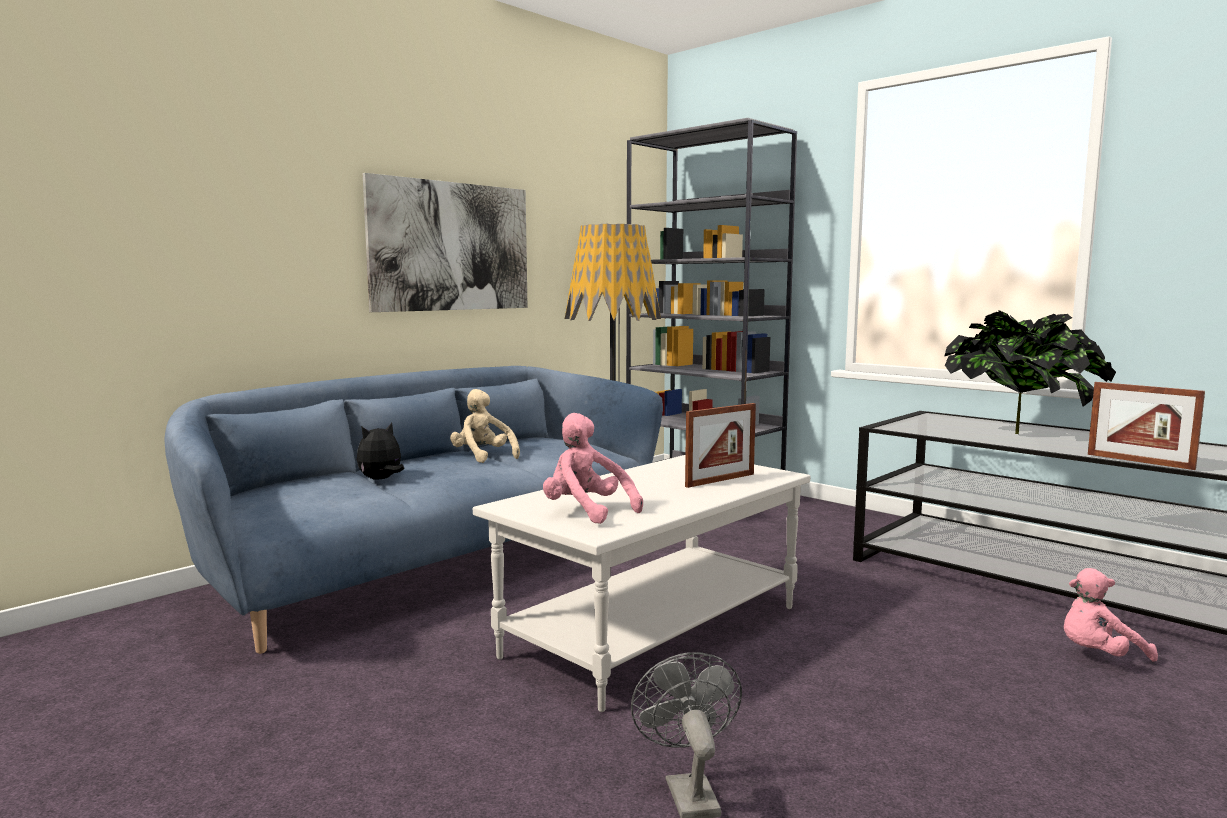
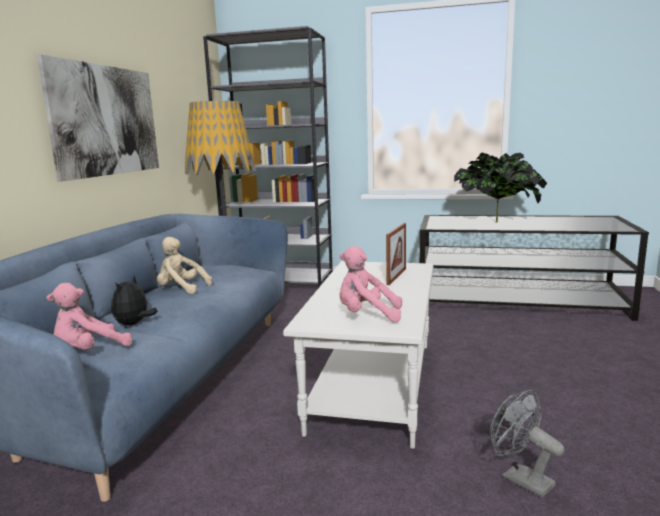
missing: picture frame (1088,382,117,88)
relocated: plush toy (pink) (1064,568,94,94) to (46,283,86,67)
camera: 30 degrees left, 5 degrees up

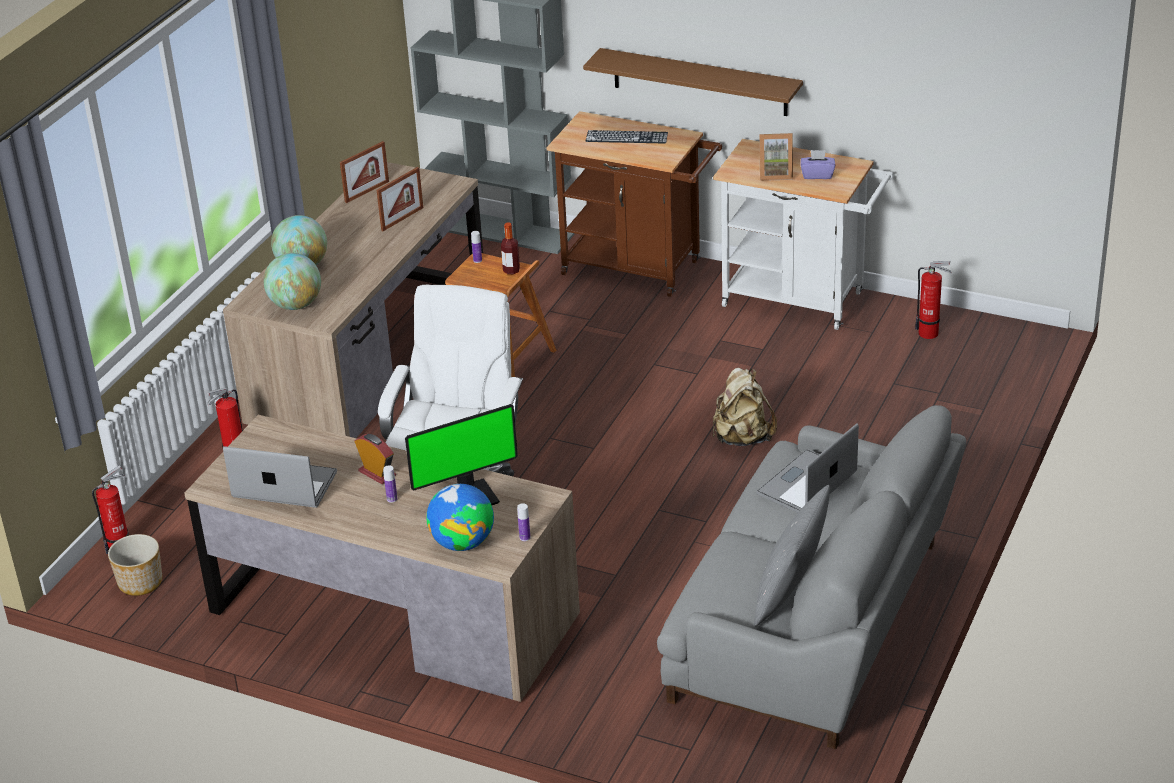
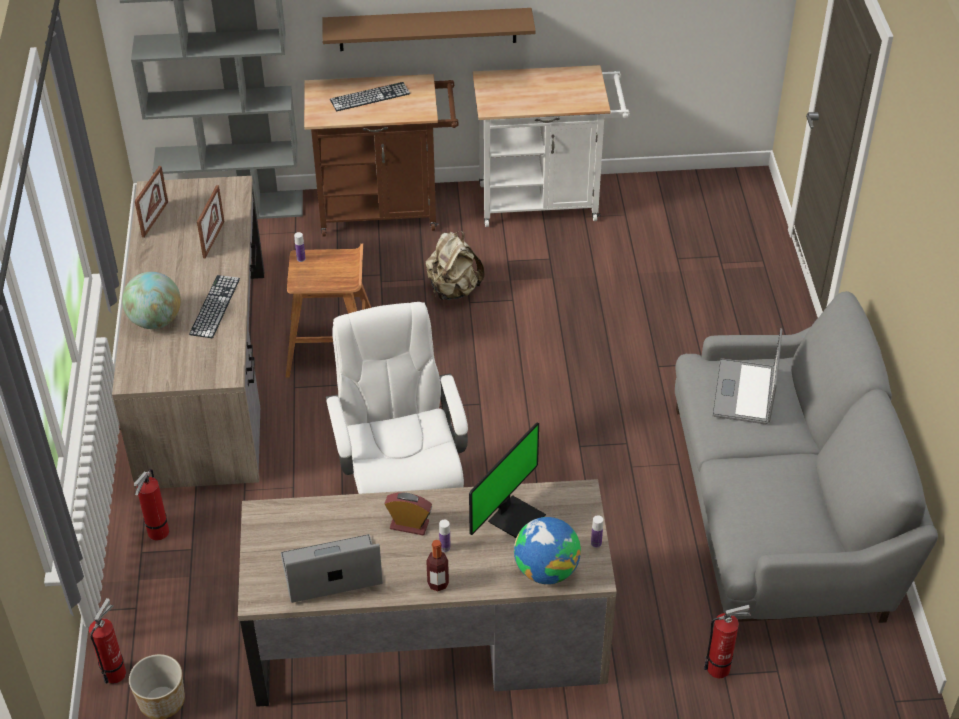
missing: globe (263,253,58,57); pillow (grey) (754,485,76,142); picture frame (759,133,34,48); tissue box (purple) (801,150,34,29)
appeared: keyboard (189,275,51,63)
relocated: bottle (501,223,19,51) to (426,540,23,51); backpack (beige) (713,368,64,78) to (425,231,60,70); fire extinguisher (915,261,37,78) to (704,605,47,73)
camera: 30 degrees left, 10 degrees up

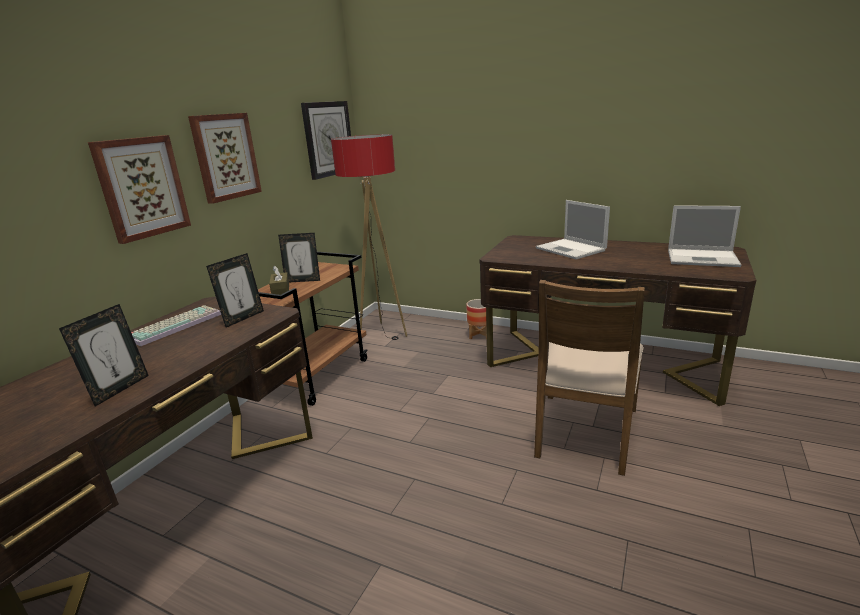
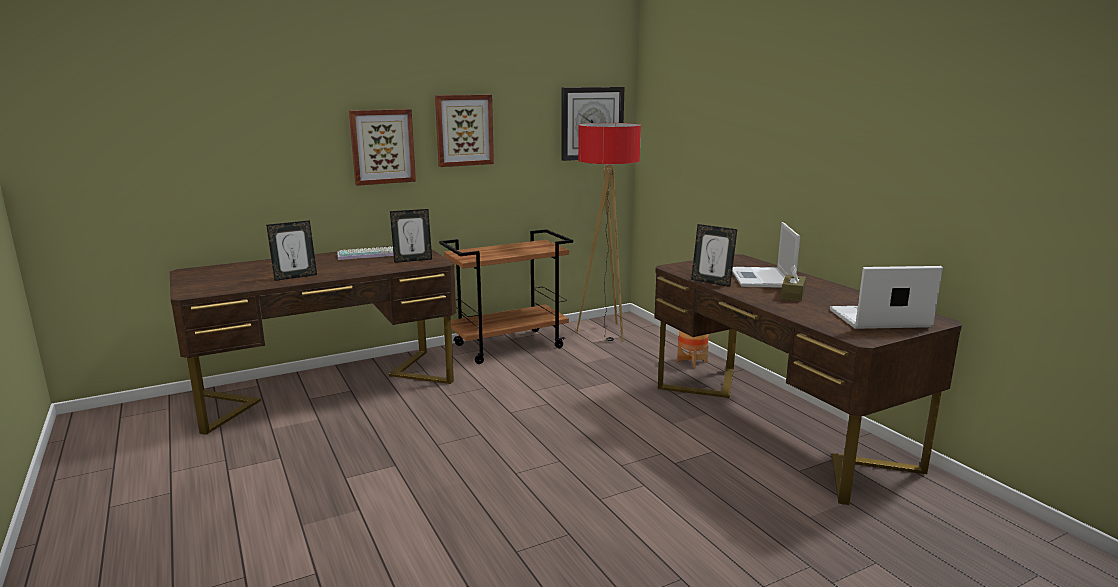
missing: chair (brown) (534,280,111,196)
relocated: tissue box (brown) (269,266,20,29) to (781,265,25,37); picture frame (278,233,42,49) to (691,224,46,63)
spun: laptop (668,205,73,62) = (830,266,113,63) 120 degrees clockwise
camera: 35 degrees right, 5 degrees down

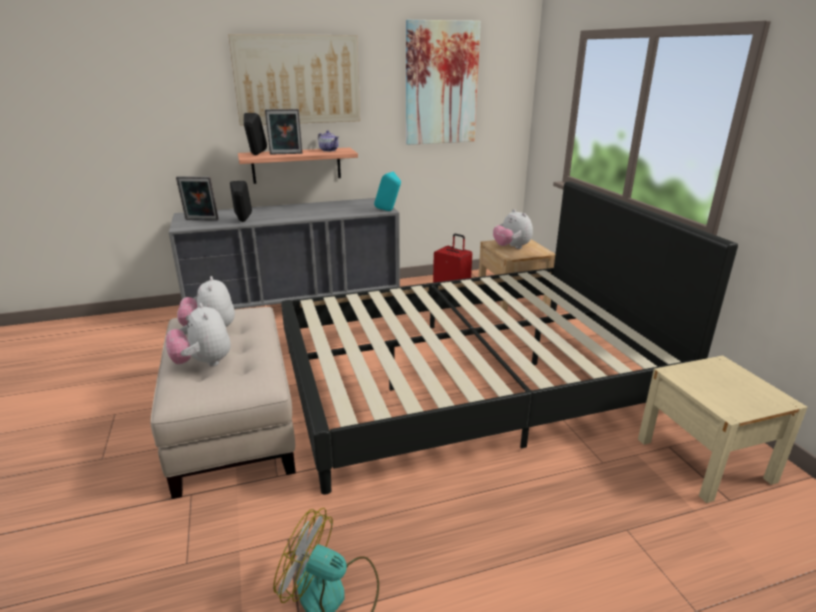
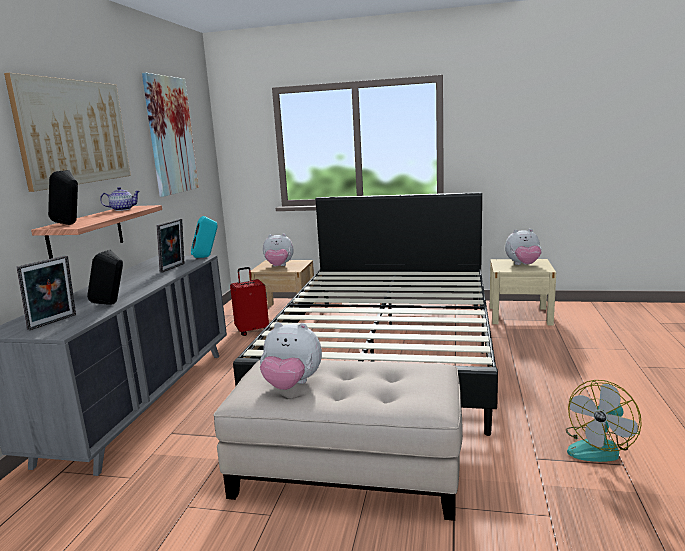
relocated: plush toy (166,303,65,63) to (505,229,37,36); picture frame (265,109,37,45) to (157,219,28,54)
camera: 60 degrees left, 10 degrees down

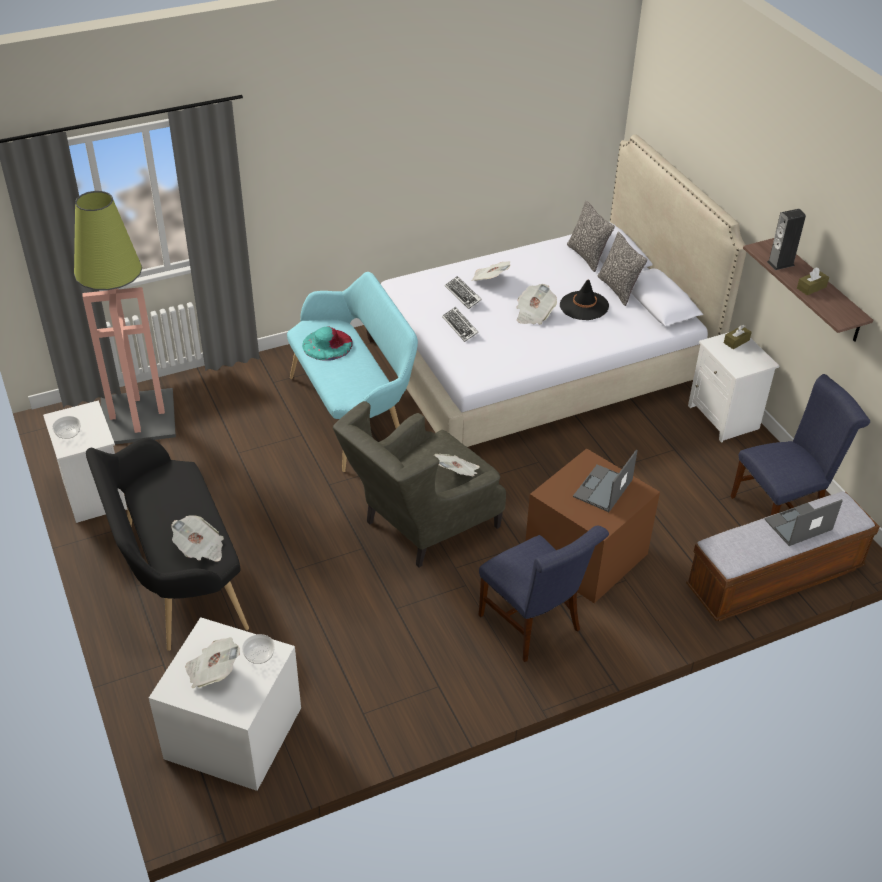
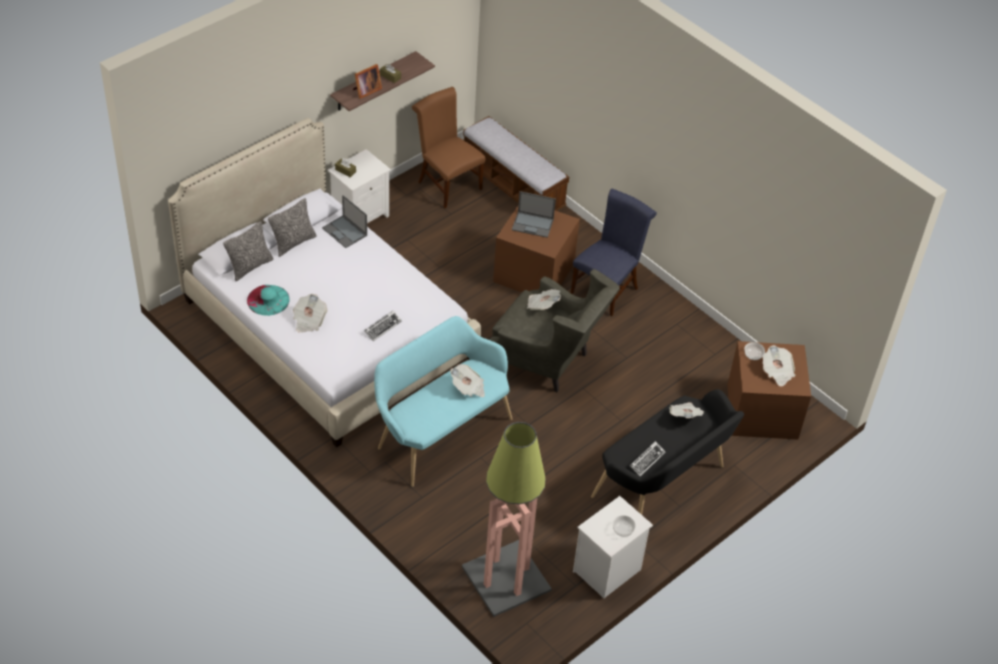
missing: hat (black) (560,280,49,40)
relocated: hat (turquoise) (302,327,51,34) to (247,285,43,31); keyboard (445,276,37,33) to (630,441,35,36); newspaper (516,284,41,41) to (450,364,35,33); laptop (764,499,79,47) to (322,195,45,53)
exchanged: speaker (767,209,39,61) to picture frame (353,64,29,35)
colour: storage box (white) (149,617,152,174) to storage box (brown) (727,341,84,98); chair (blue) (730,374,140,142) to chair (brown) (412,87,73,121)
camera: 110 degrees left, 5 degrees up

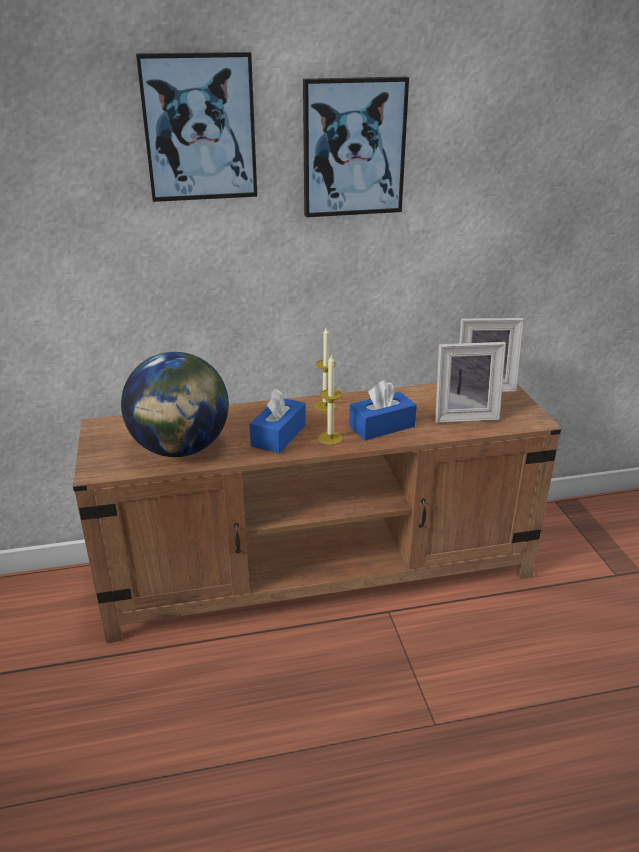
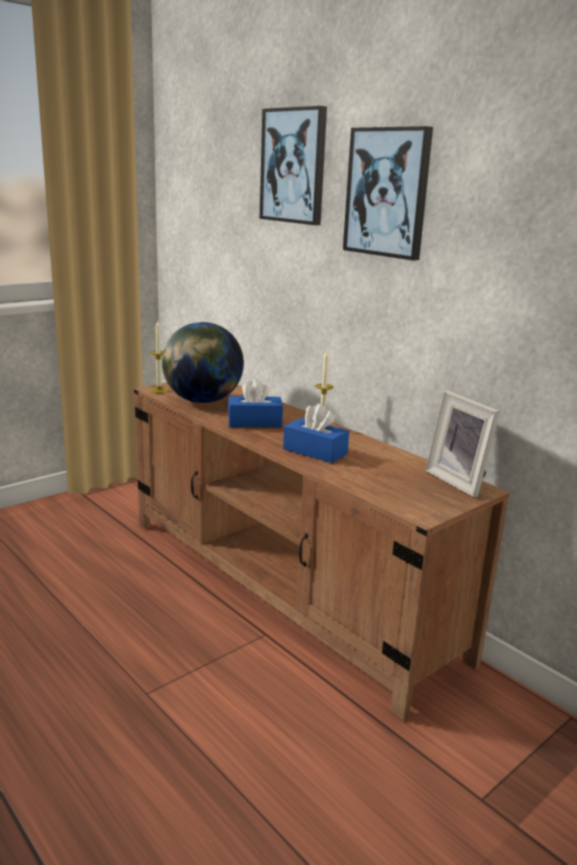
missing: picture frame (435,342,71,81)
relocated: candle (318,356,25,89) to (150,321,19,72)
camera: 60 degrees right, 10 degrees down

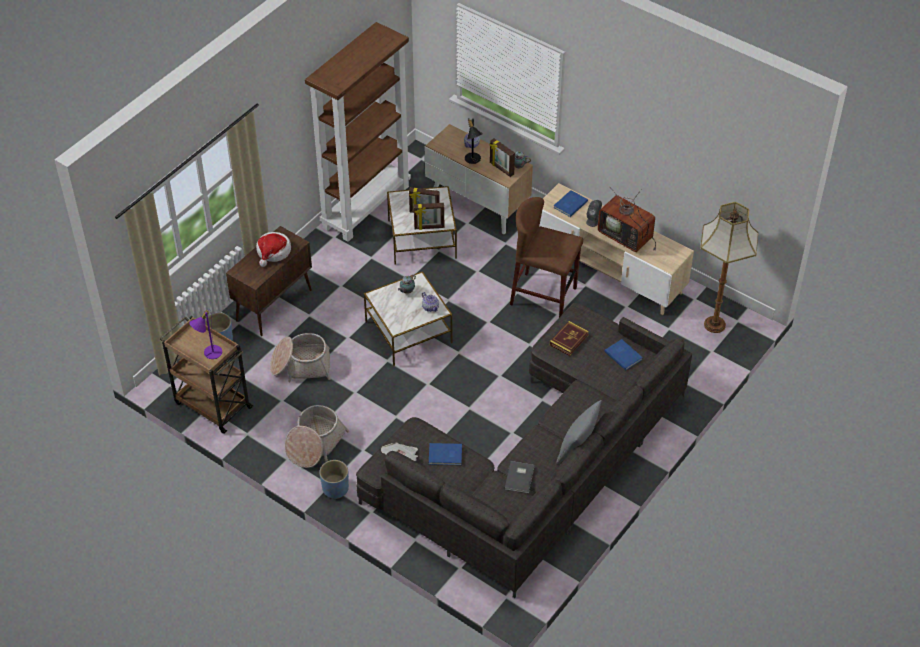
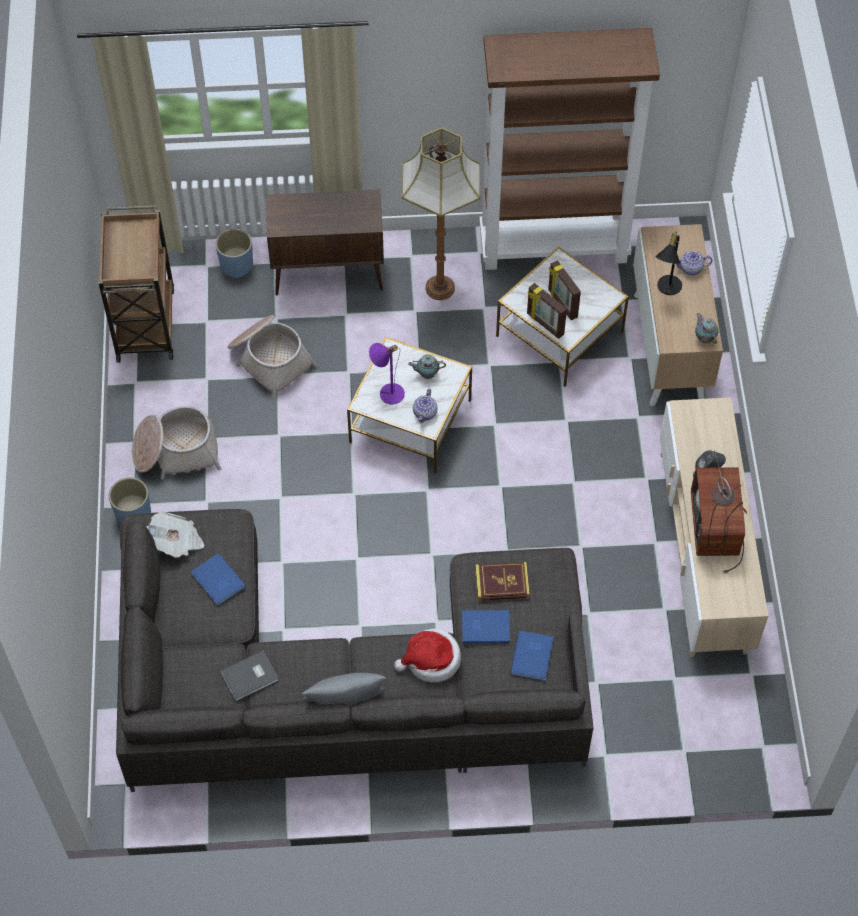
missing: picture frame (489,138,26,39); stool (brown) (510,197,73,120)
relocated: table lamp (purple) (189,310,33,49) to (369,343,36,62); hat (256,232,35,35) to (394,629,67,54); book (blue) (553,190,35,27) to (462,610,48,34); floor lamp (700,202,58,131) to (402,128,78,172)
camera: 50 degrees right, 10 degrees up

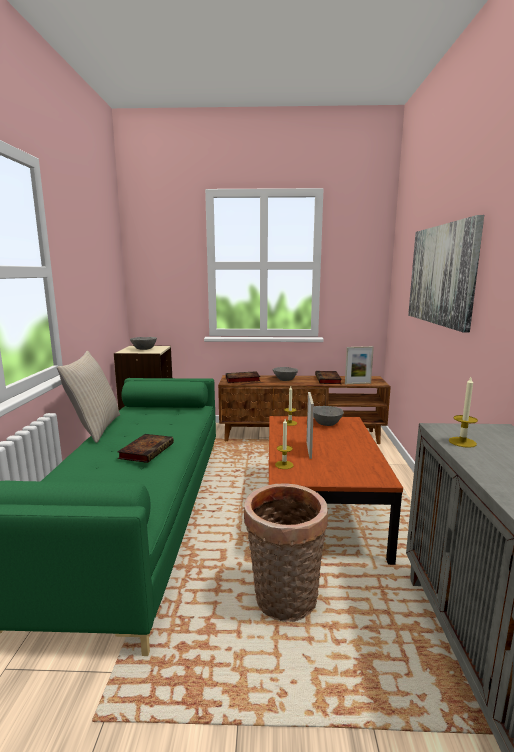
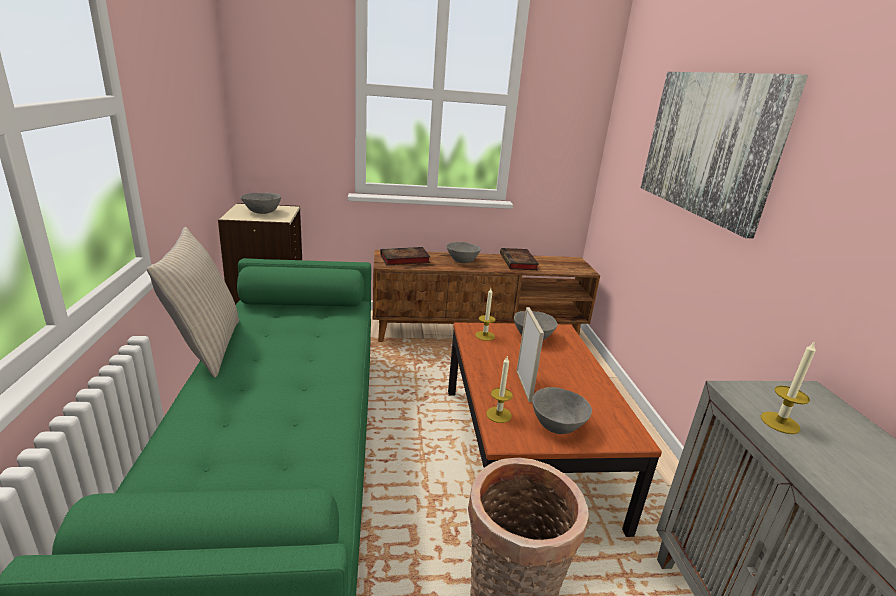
missing: book (117,434,57,29); picture frame (345,346,29,38)
appeared: bowl (grey) (532,387,60,47)
camera: 10 degrees left, 10 degrees up

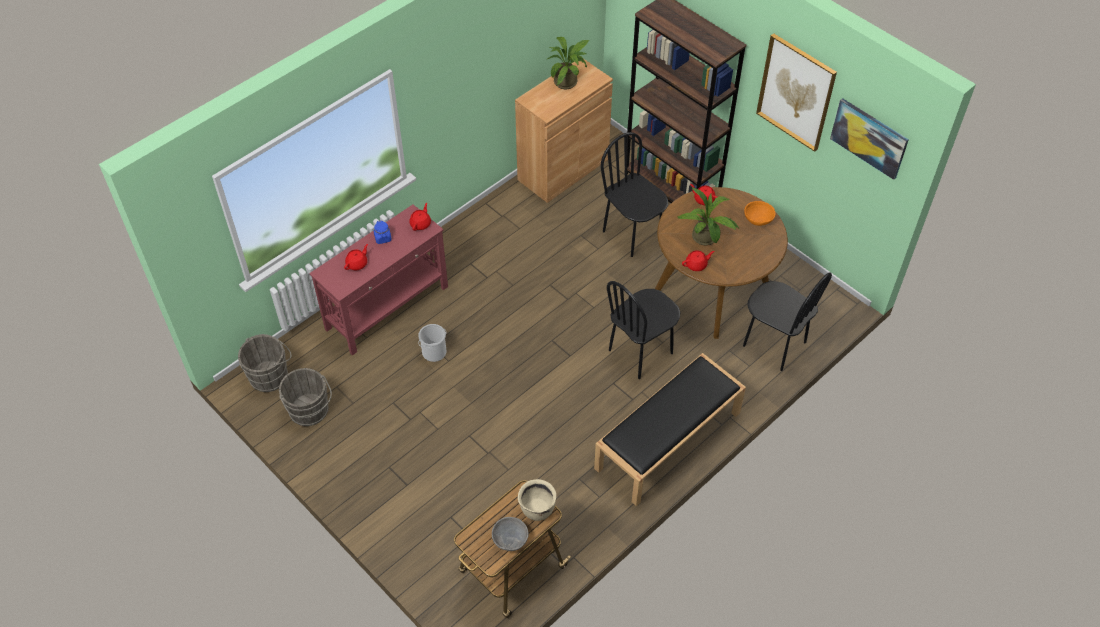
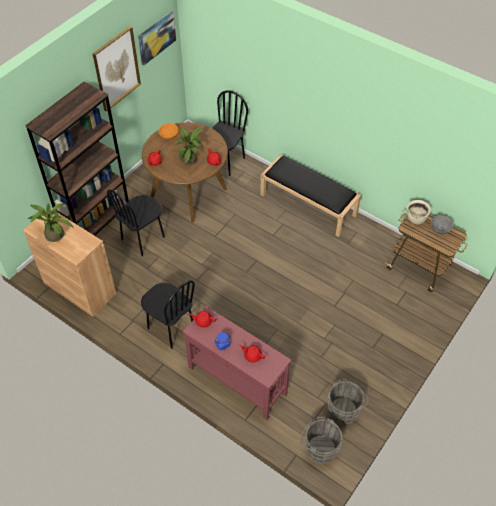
missing: bucket (418,324,29,38)
relocated: chair (black) (607,281,73,98) to (141,280,54,69)
camera: 100 degrees left, 0 degrees up

